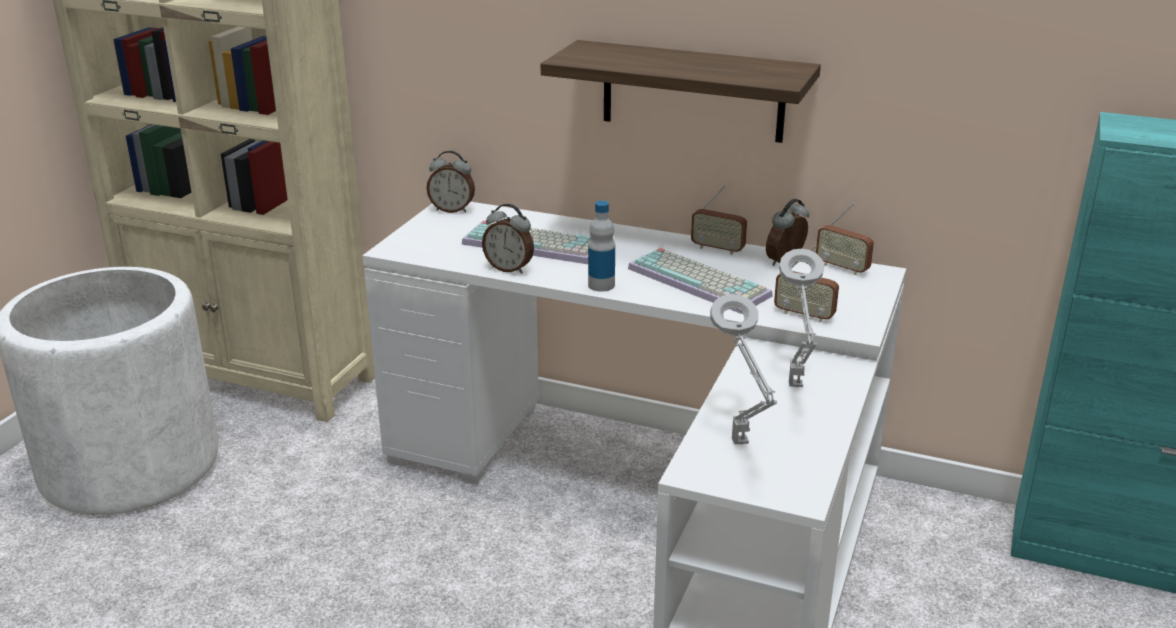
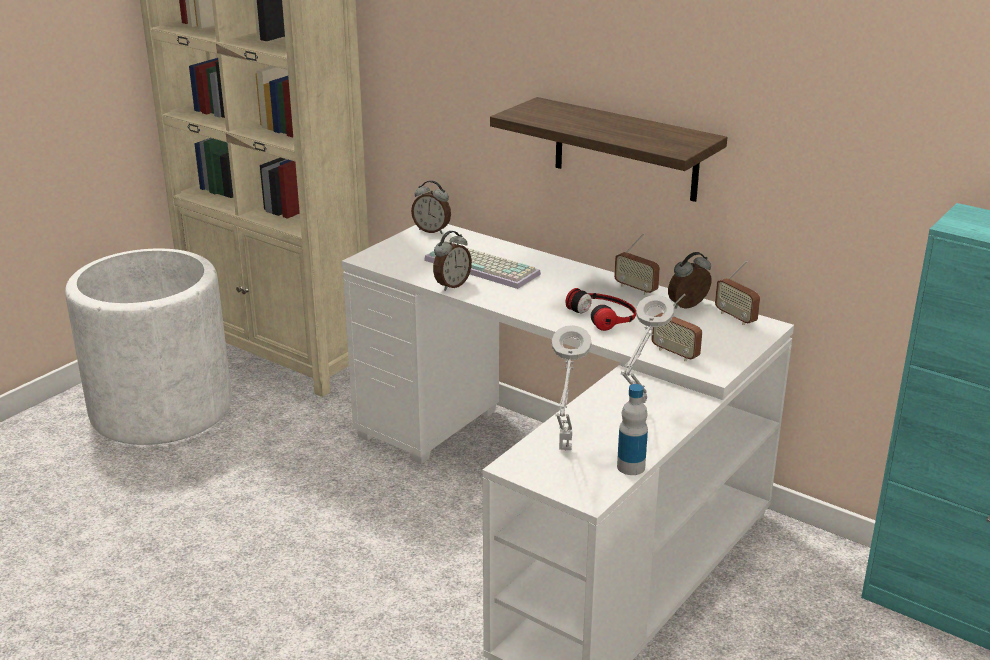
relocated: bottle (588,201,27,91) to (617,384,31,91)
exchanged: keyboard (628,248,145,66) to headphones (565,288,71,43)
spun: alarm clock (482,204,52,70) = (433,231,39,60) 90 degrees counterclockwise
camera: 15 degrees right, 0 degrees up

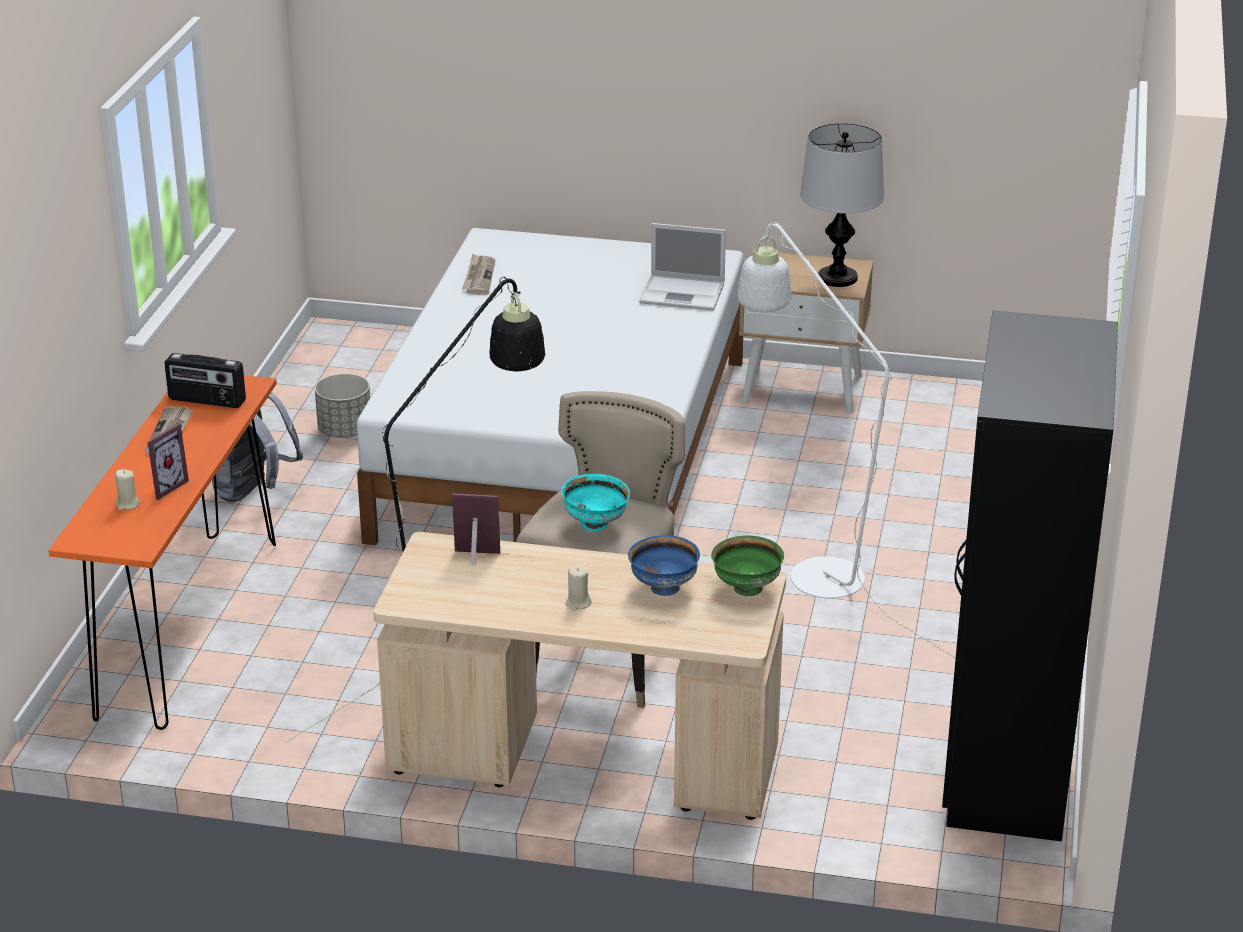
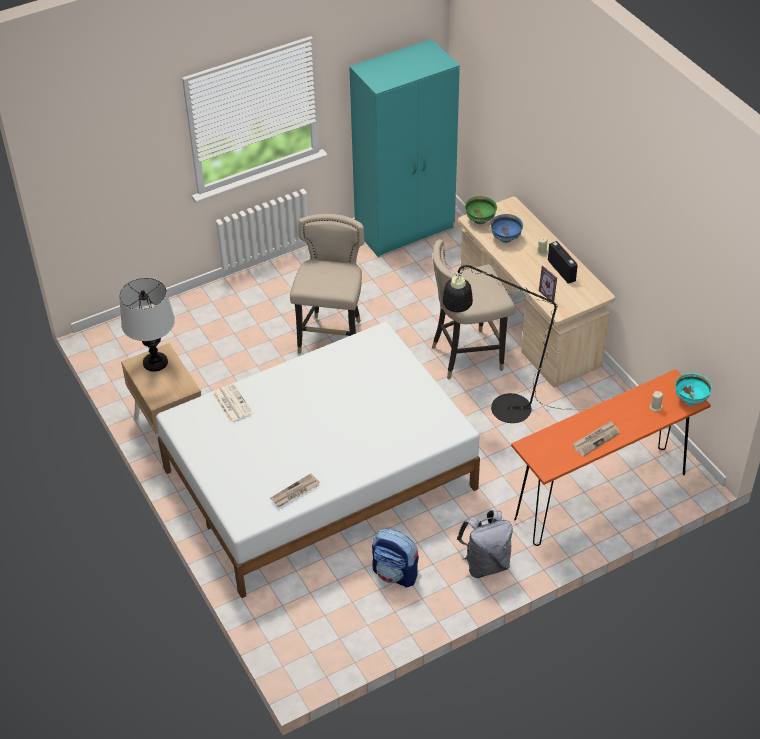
missing: picture frame (148,423,41,77)
relocated: radio (164,353,82,55) to (548,241,30,43); bowl (turquoise) (561,474,69,57) to (675,373,37,33)
exchanged: planter (grey) (315,374,55,64) to backpack (372,529,47,58); laptop (639,223,87,88) to newspaper (213,384,40,39); floor lamp (white) (738,222,218,437) to stool (beige) (290,214,75,140)
colour: wardrobe (black) (942,311,176,530) to wardrobe (turquoise) (349,39,111,218)
camera: 130 degrees left, 15 degrees up

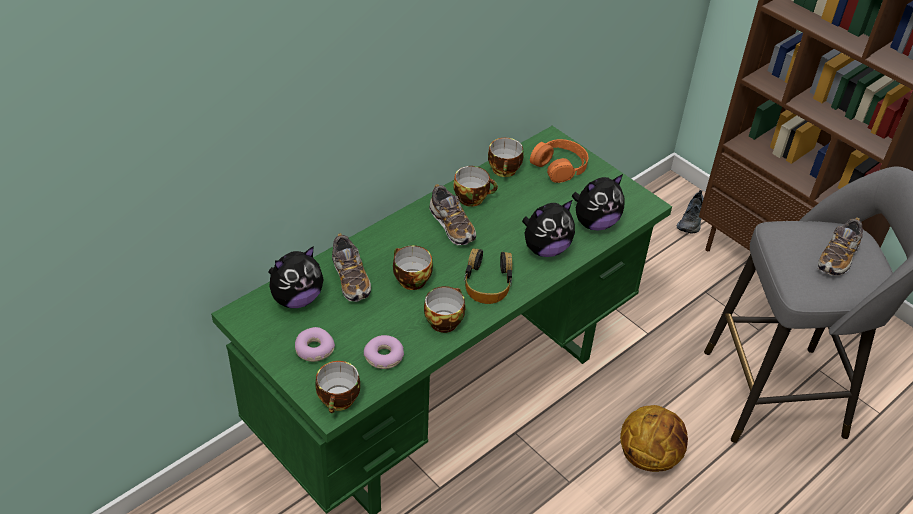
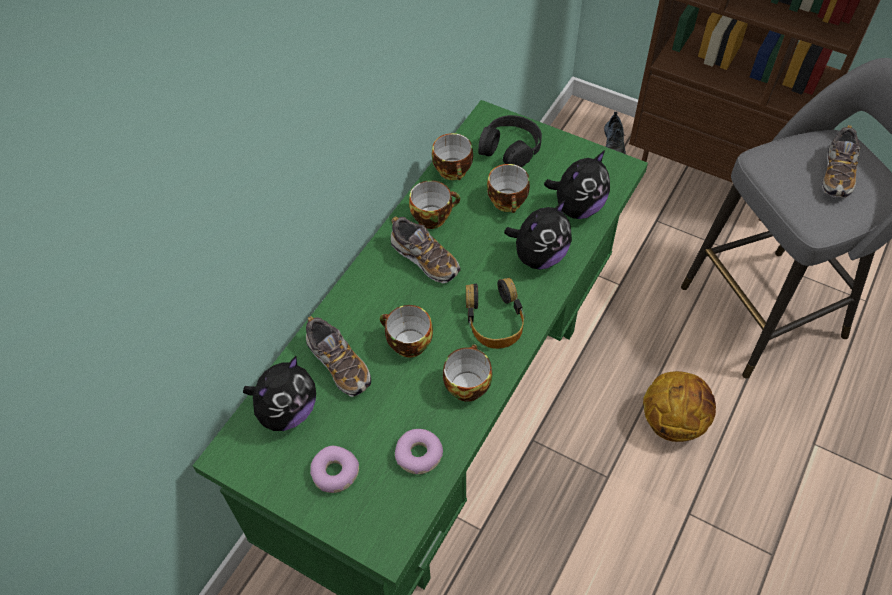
relocated: cup (315,361,45,52) to (487,164,43,49)
colour: headphones (orange) (530,139,58,44) to headphones (black) (478,115,64,52)
camera: 15 degrees left, 10 degrees up

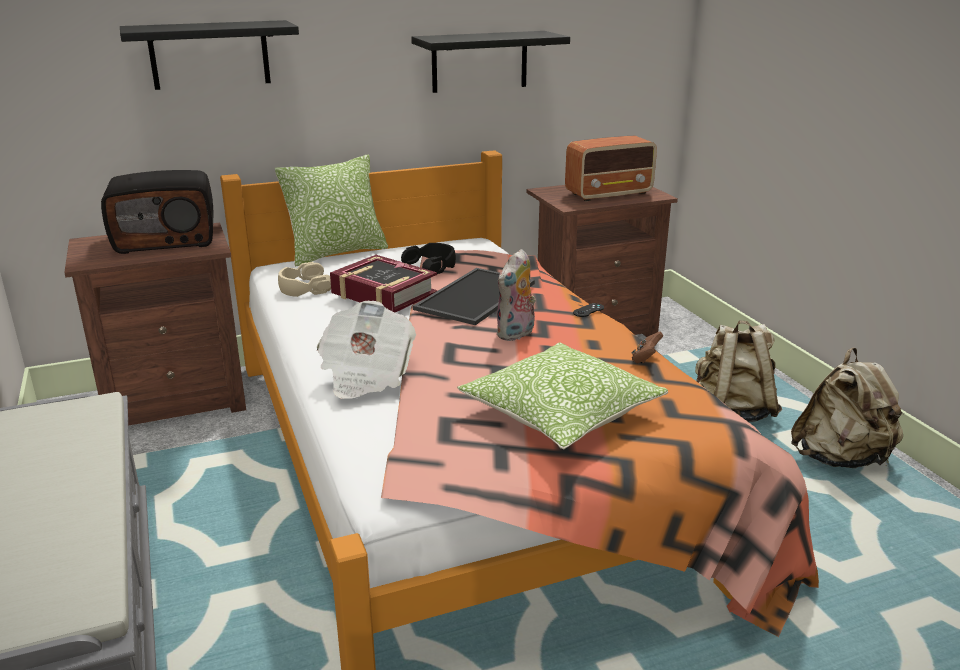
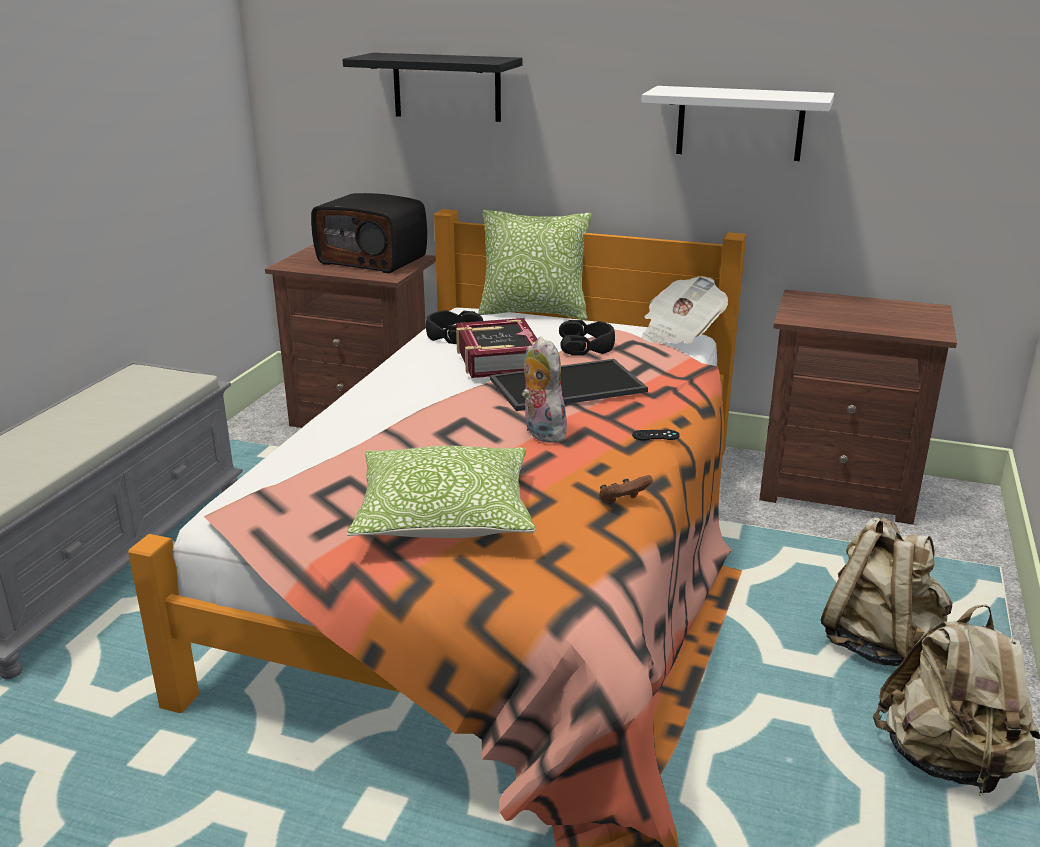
missing: radio (565,136,92,65)
relocated: newspaper (317,301,99,98) to (642,276,86,68)
colour: headphones (beige) (278,262,53,35) to headphones (black) (426,310,57,34); shelf (black) (411,31,159,62) to shelf (white) (641,86,193,75)
spun: plush toy (496,249,40,92) = (522,337,45,106) 75 degrees clockwise
camera: 40 degrees right, 0 degrees up

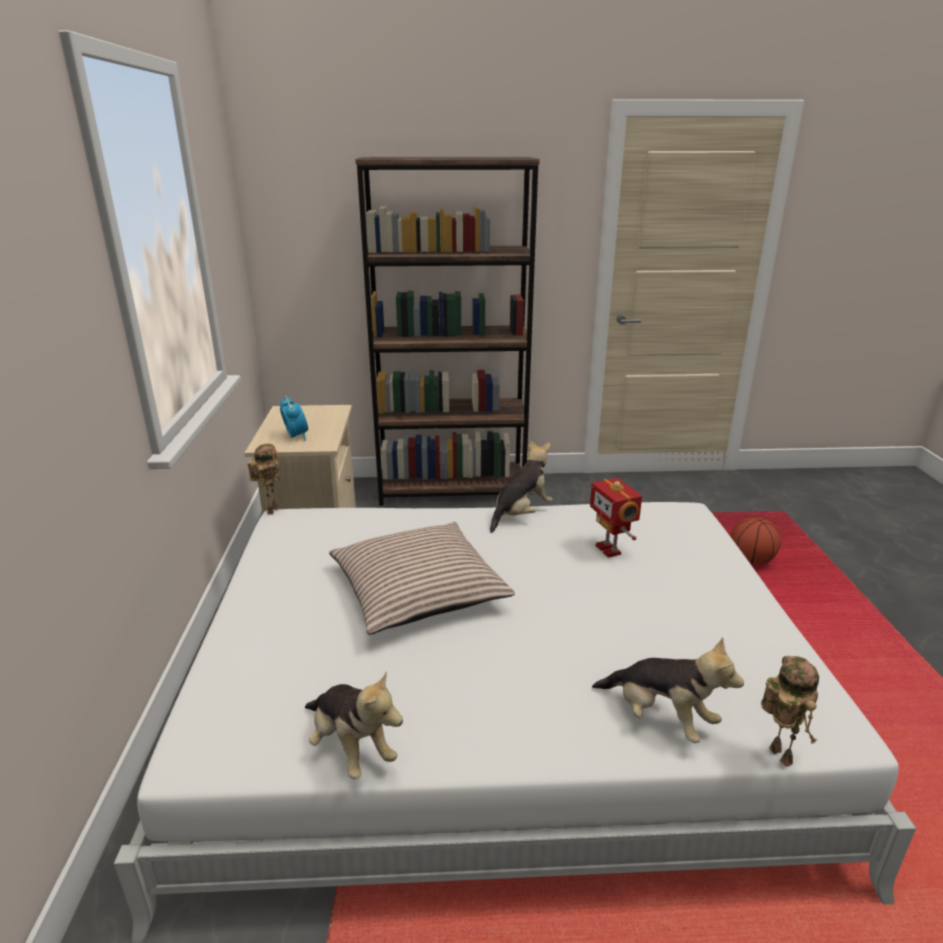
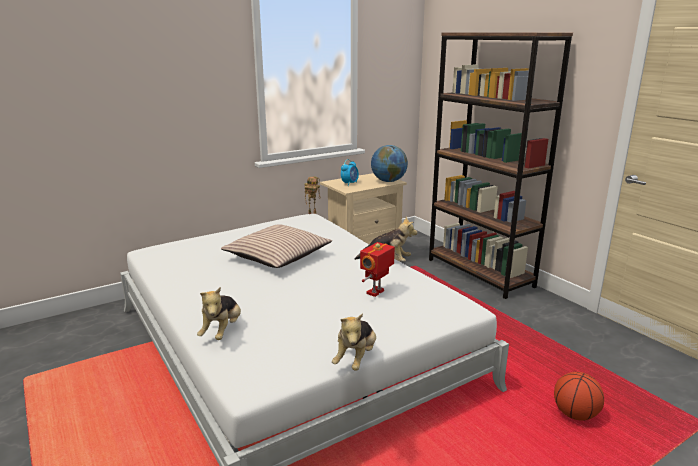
missing: toy robot (761,656,58,111)
appeared: globe (371,145,37,37)
relocated: plush toy (305,671,98,108) to (332,313,44,58)
camera: 60 degrees right, 5 degrees down

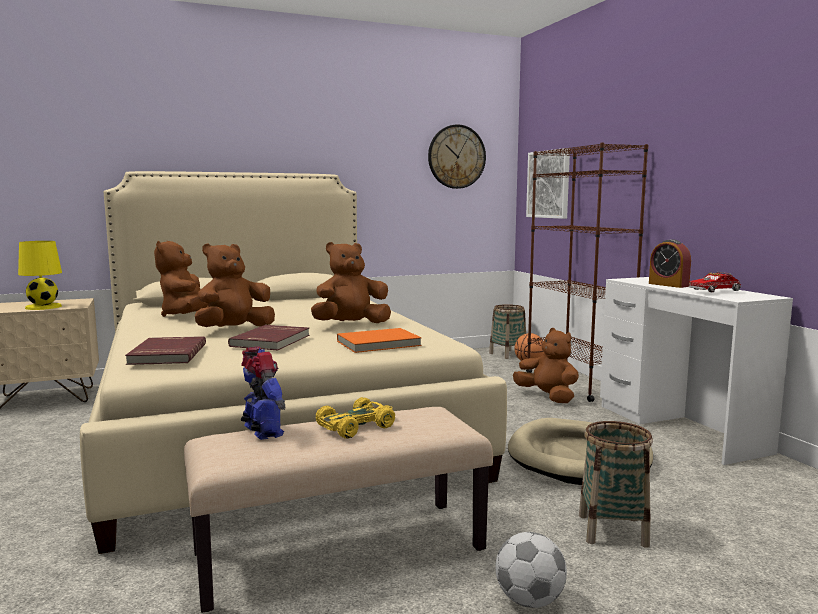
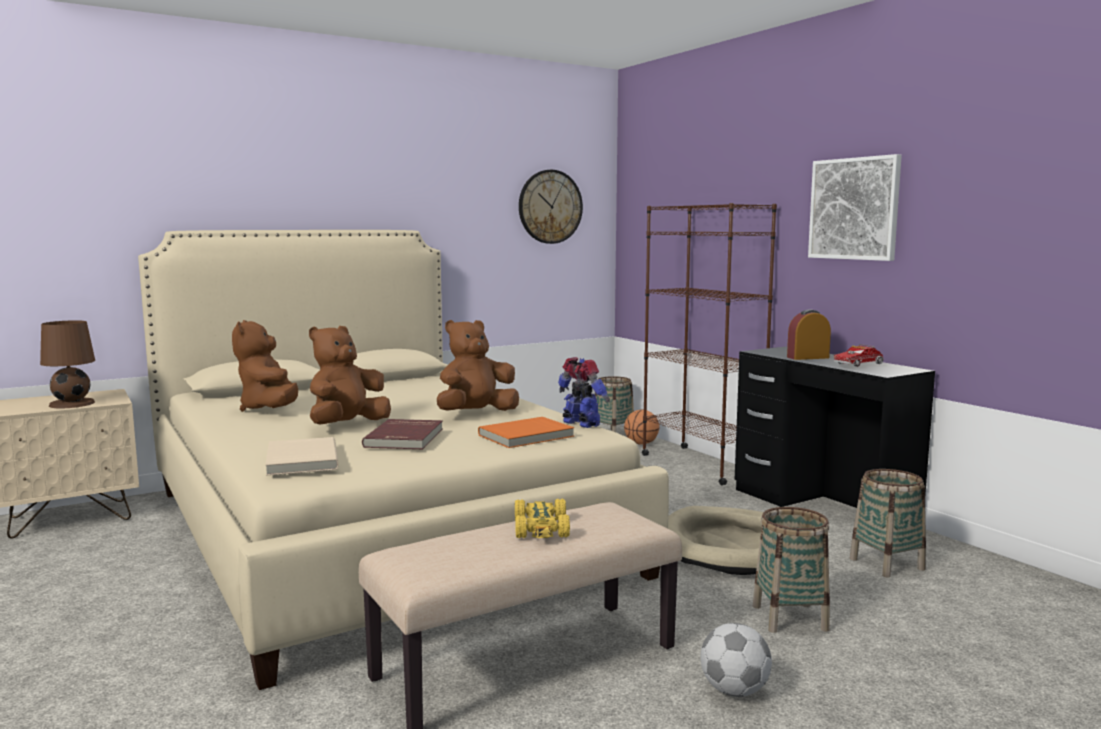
missing: plush toy (brown) (513,328,66,75)
appeared: basket (850,469,76,109)
relocated: toy robot (241,346,44,94) to (558,357,52,71); picture (526,148,44,71) to (808,154,94,107)
colour: table lamp (yellow) (18,241,44,69) to table lamp (brown) (40,320,55,88); book (red) (125,336,81,29) to book (beige) (265,437,74,38); desk (white) (600,277,193,188) to desk (black) (735,347,200,161)
spun: toy car (yellow) (316,397,79,42) = (515,499,55,39) 135 degrees clockwise; alarm clock (649,239,42,49) = (787,309,44,51) 120 degrees clockwise
camera: 10 degrees left, 0 degrees up

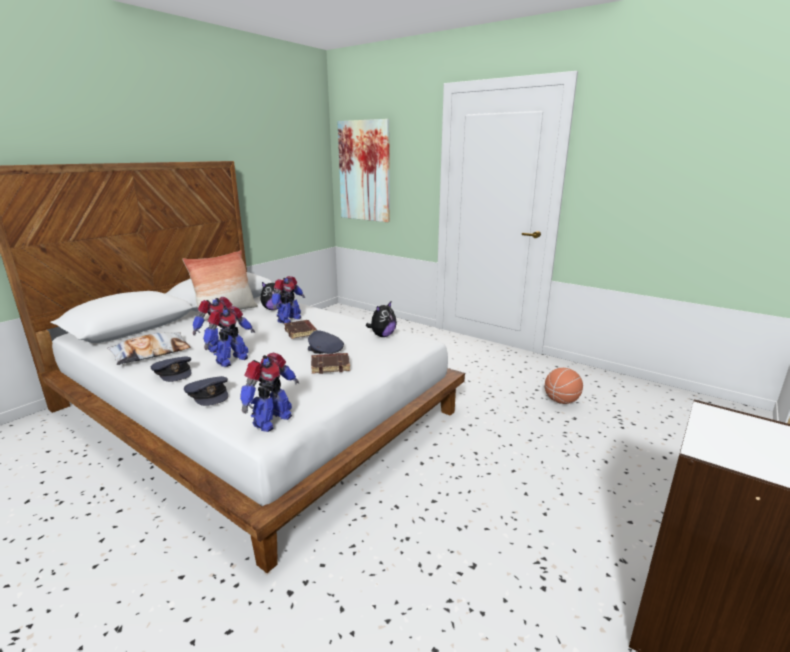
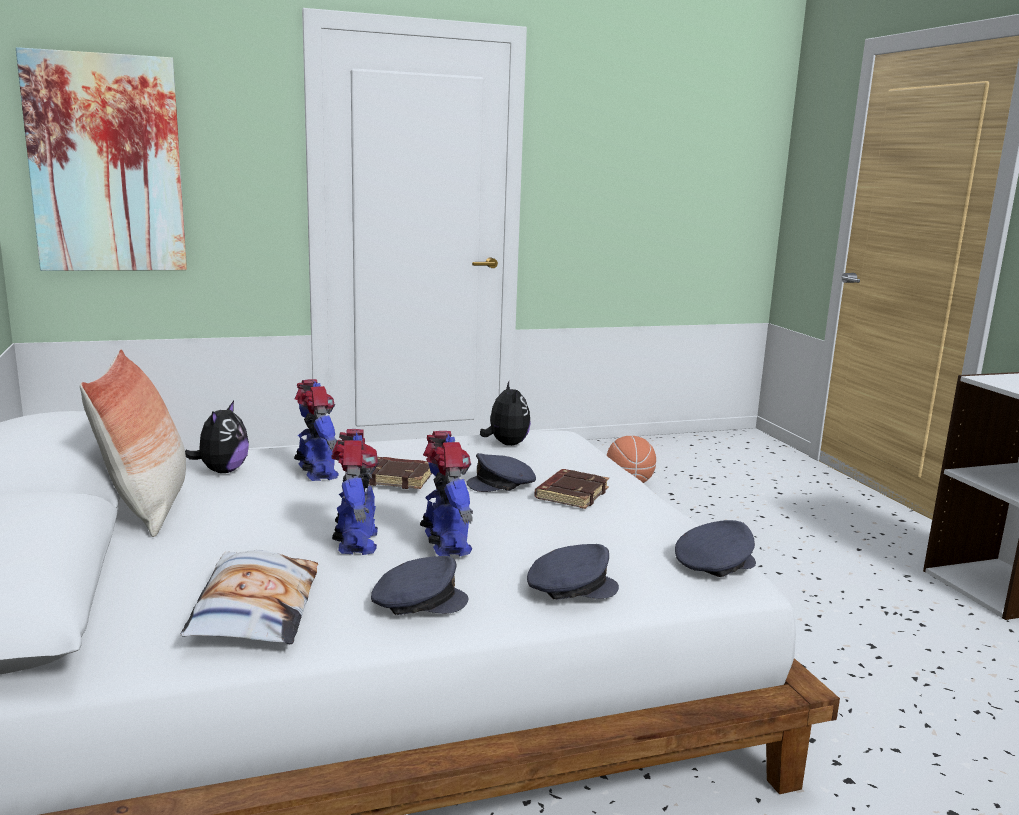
exchanged: toy robot (240,353,59,79) to cap (grey) (675,520,81,57)
camera: 55 degrees left, 5 degrees down

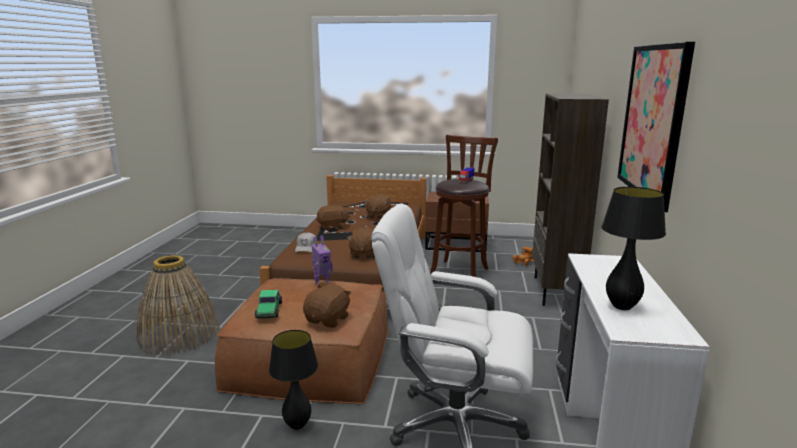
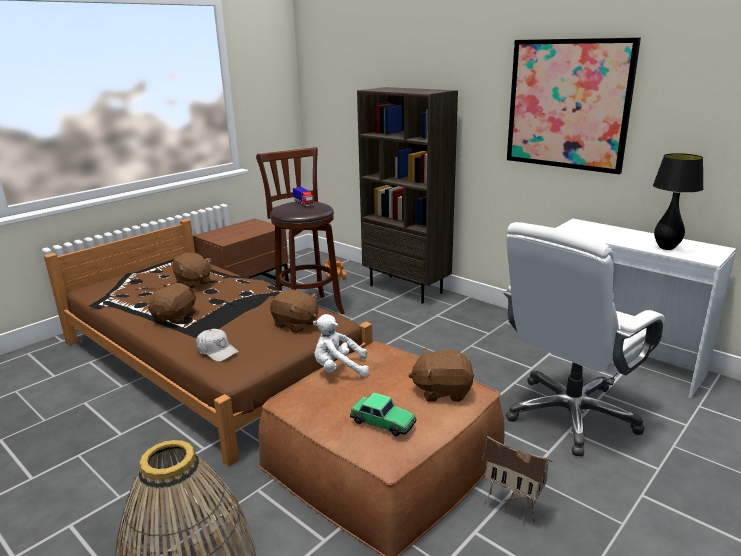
exchanged: table lamp (black) (269,330,49,100) to toy house (482,436,70,90); toy robot (312,236,21,49) to plush toy (white) (313,314,56,63)
spun: plush toy (brown) (303,284,48,44) = (408,348,66,54) 60 degrees counterclockwise
camera: 55 degrees left, 5 degrees up

